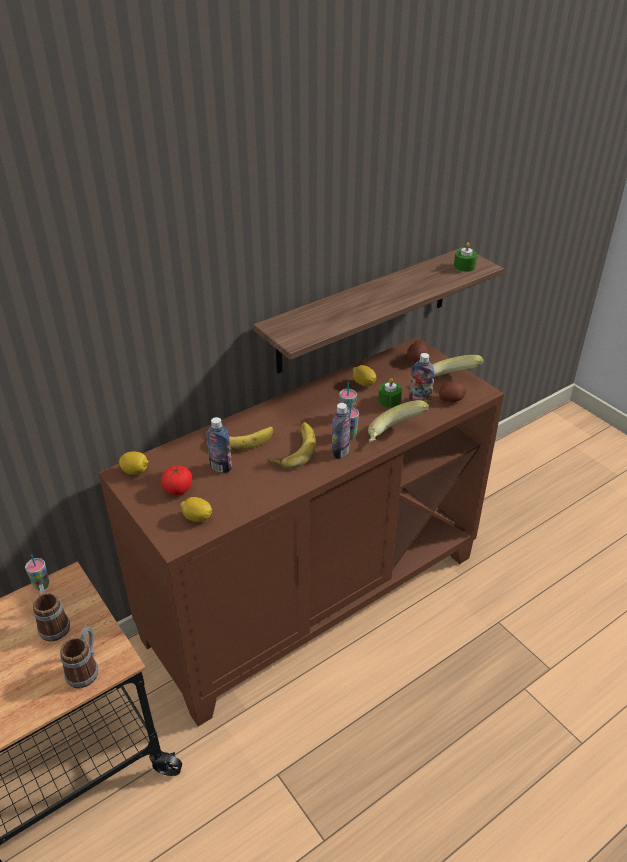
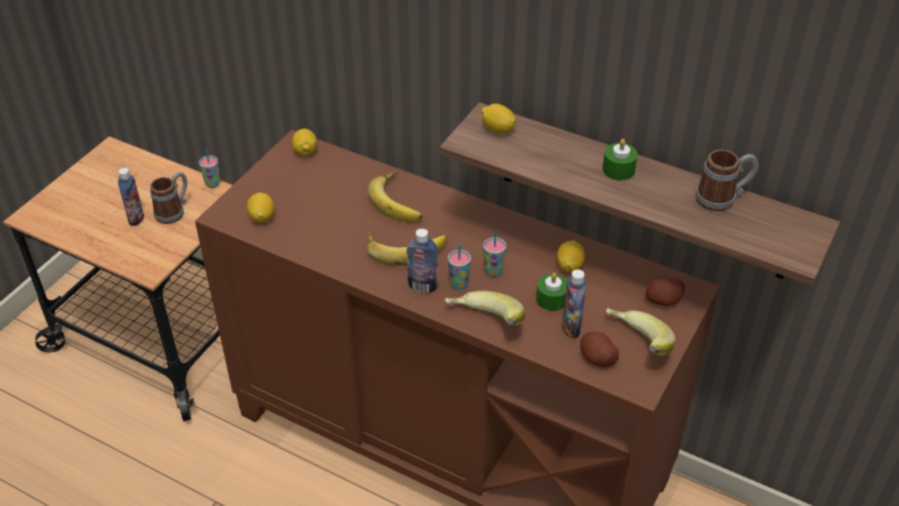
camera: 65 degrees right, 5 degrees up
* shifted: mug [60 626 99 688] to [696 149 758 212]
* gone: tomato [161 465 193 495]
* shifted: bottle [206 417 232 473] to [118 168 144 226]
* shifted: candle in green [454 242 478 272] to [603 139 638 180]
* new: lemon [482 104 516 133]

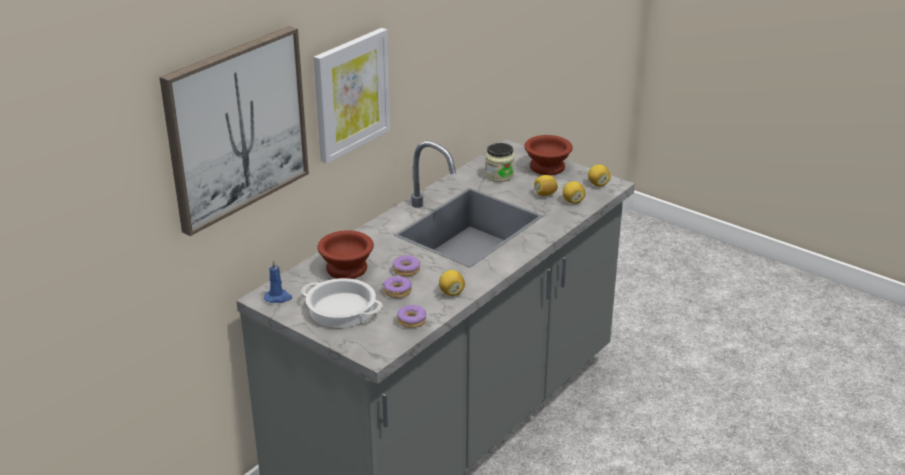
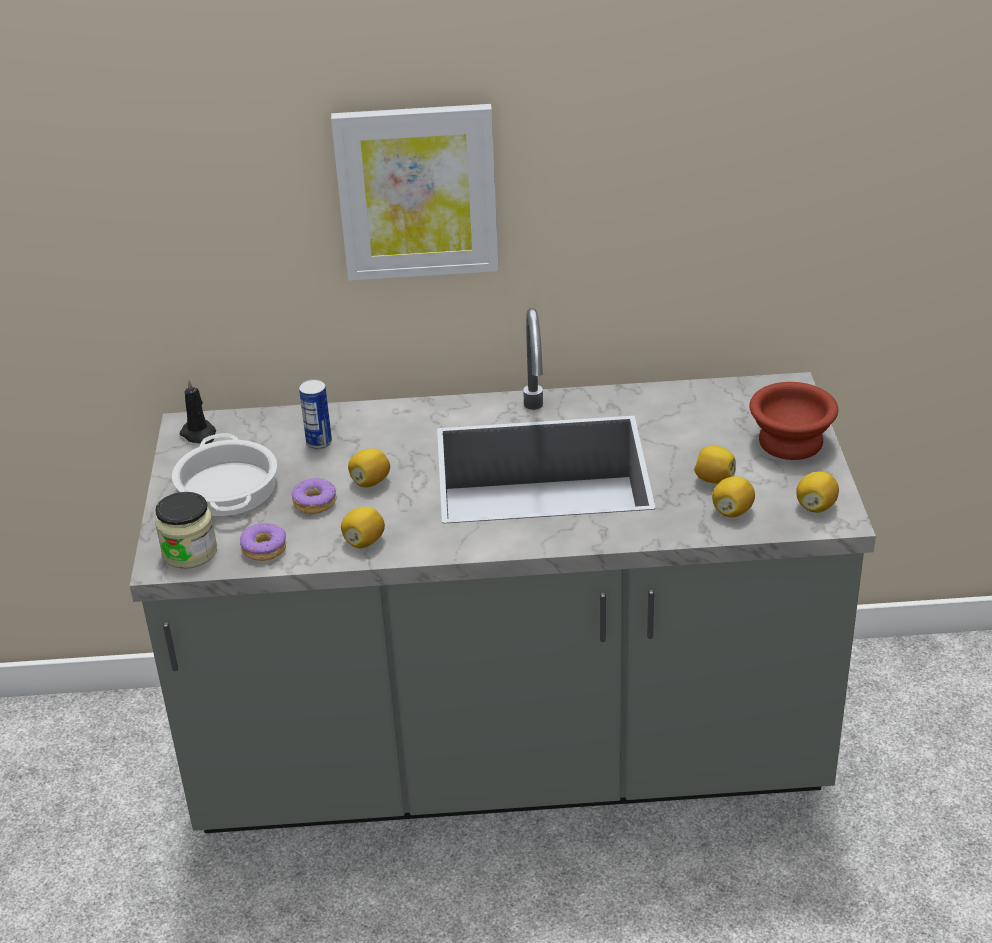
camera: 50 degrees right, 5 degrees up
* gone: picture [159 26 309 236]
* repainted: candle in blue [264 259 293 303] to candle in black [179 379 216 444]
* swapped: bowl in brown [317 230 374 279] to can [299 379 332 449]
* swapped: donut [393 255 420 276] to lemon [348 448 390 488]
* shifted: jar [485 143 515 182] to [155 492 217 569]

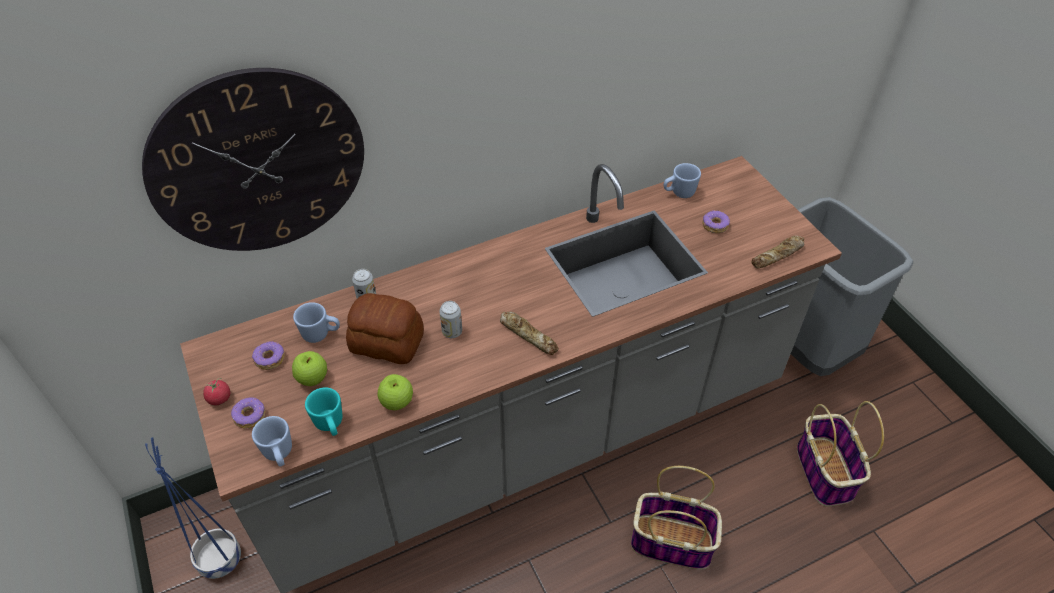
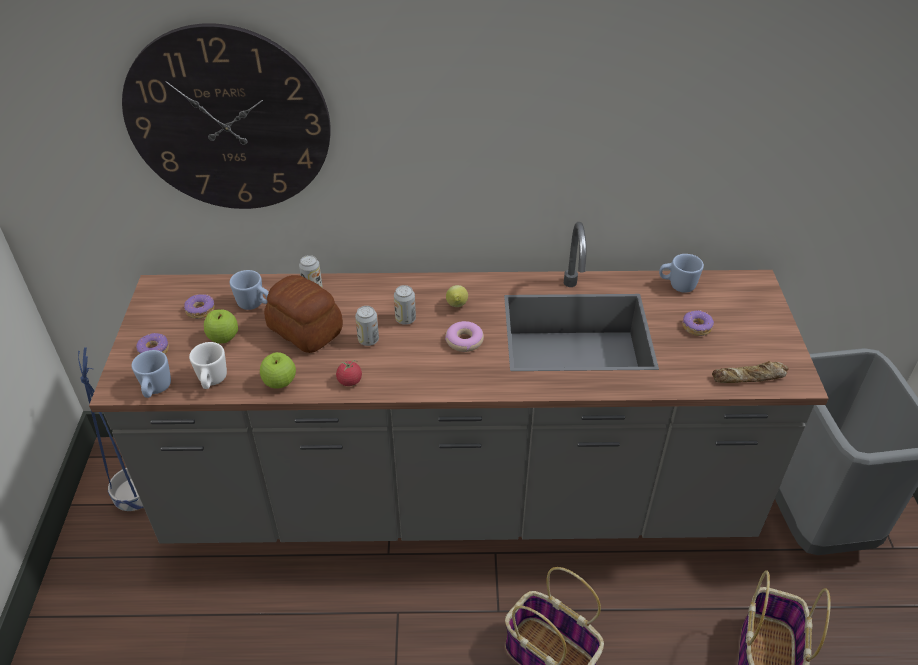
camera: 25 degrees right, 5 degrees down
* shifted: tomato [203 378 230 405] to [336 360 362 386]
* repainted: mug in turquoise [305 387 342 436] to mug in white [189 342 227 389]
* gone: bread [500 311 559 355]
* new: can [394 285 416 325]
* new: donut [445 321 484 352]
* new: lemon [446 285 468 307]

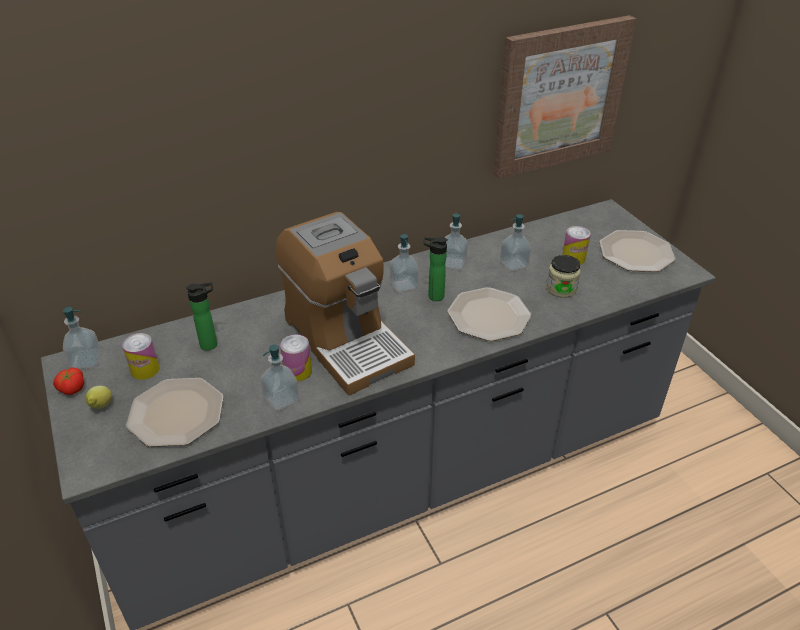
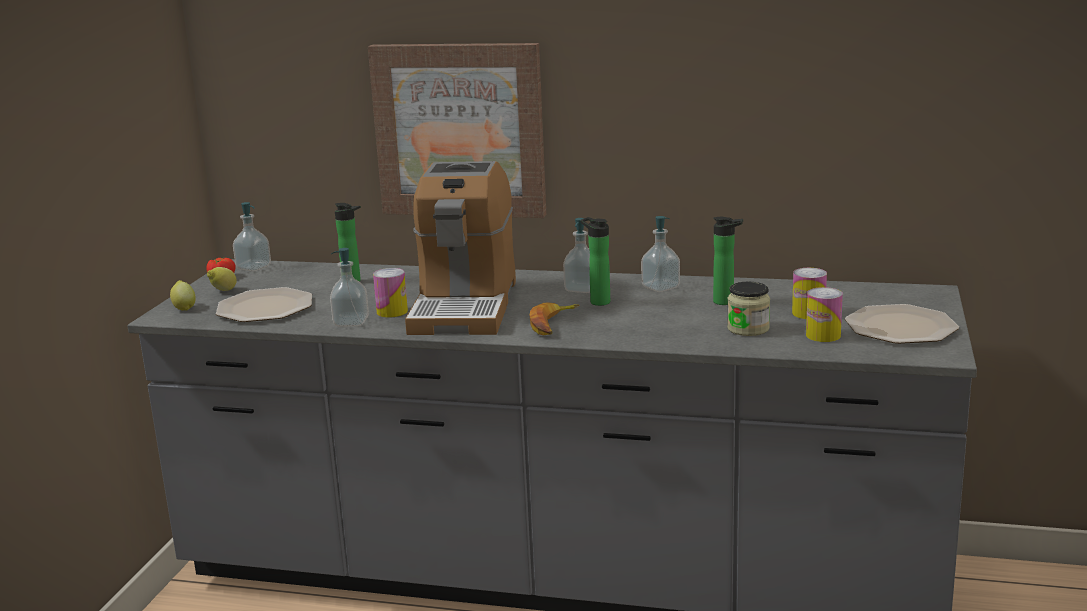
camera: 40 degrees right, 20 degrees down
* shifted: can [122 333 160 380] to [806 287 843 342]
* gone: plate [448 287 531 341]
* shifted: picture [493 15 636 179] to [368 43 546 218]
* swapped: soap dispenser [500 214 531 271] to bottle [713 217 743 305]
* new: lemon [170 280 196 310]
* new: banana [530 303 580 335]

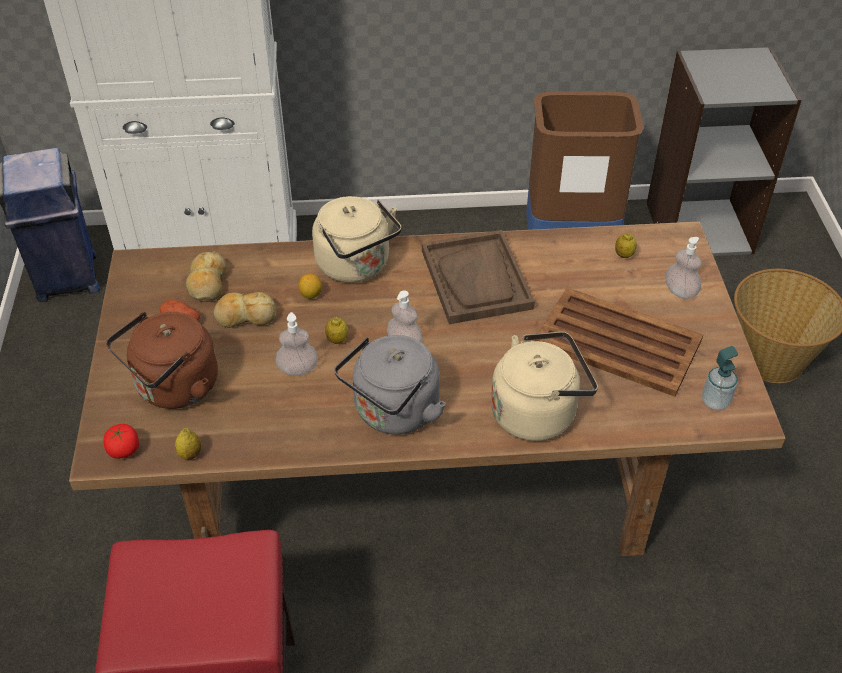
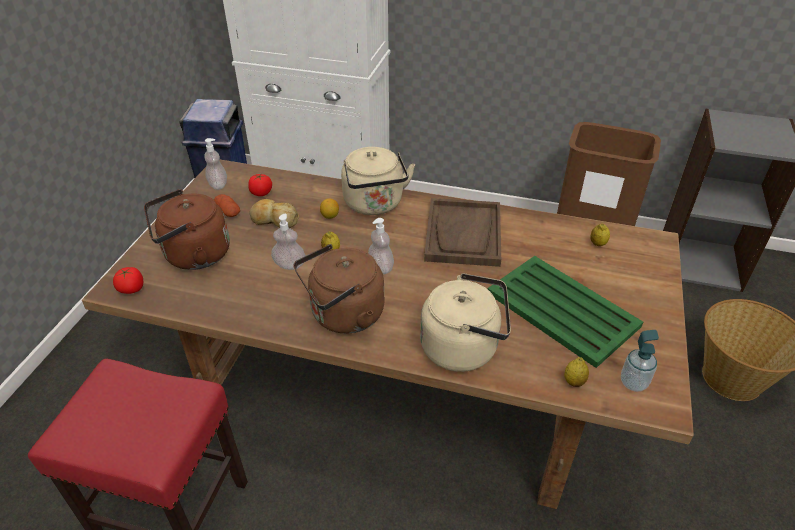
camera: 20 degrees right, 5 degrees down
* shifted: lemon [175 428 201 460] to [564 357 589 387]
* swapped: bread [186 251 227 302] to tomato [248 173 272 196]
* repainted: kettle in grey [334 335 446 434] to kettle in brown [293 244 384 334]
* repainted: tray in brown [534 288 703 397] to tray in green [488 256 643 368]
* shifted: soap dispenser [665 237 701 299] to [204 138 227 190]

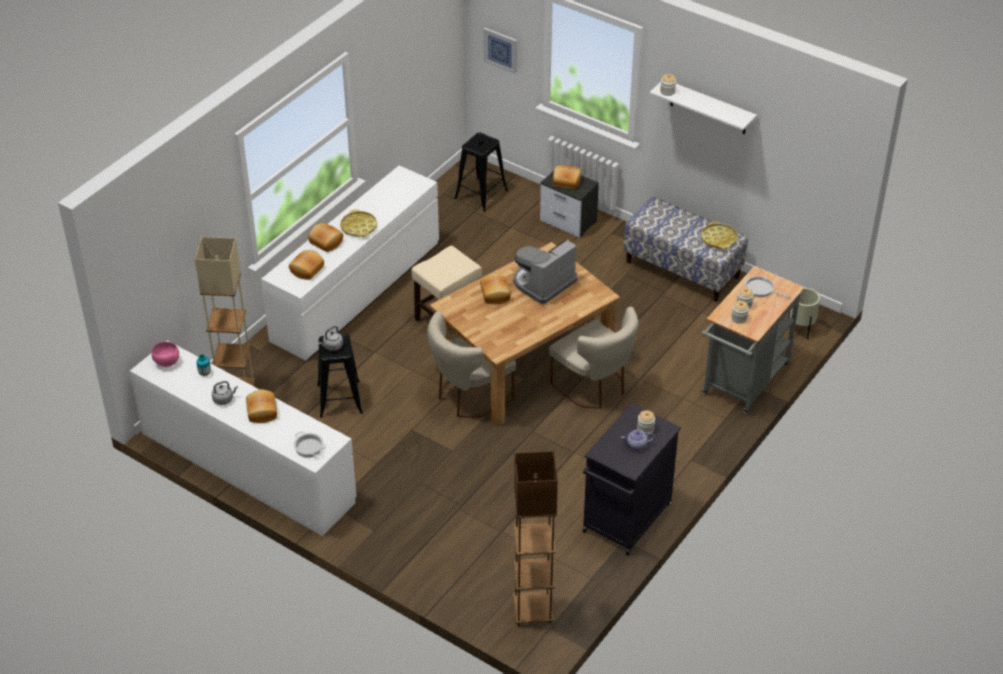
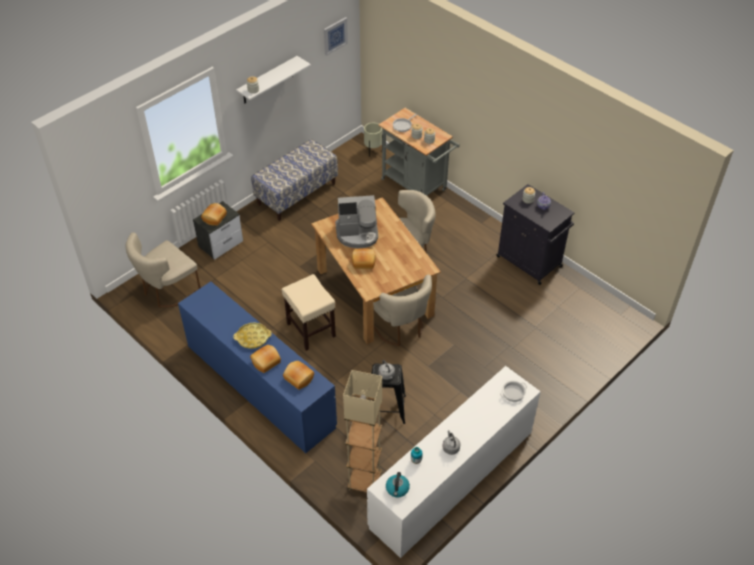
camera: 80 degrees left, 5 degrees up
* swapped: bowl in pink [151 342 179 367] to kettle [386 472 410 497]
* gone: bread [246 389 277 423]
* repainted: dresser in white [261 165 439 360] to dresser in blue [178 282 337 453]
* swapped: stool in black [454 132 508 212] to chair in beige [125 232 201 307]
* shifted: picture [483 28 517 74] to [324 17 348 56]
* rotated: coffee machine [513 239 577 304] = [335 195 378 248] 60 degrees counterclockwise
* gone: floor lamp in brown [513 451 558 626]
* gone: tray in yellow [701 221 738 249]

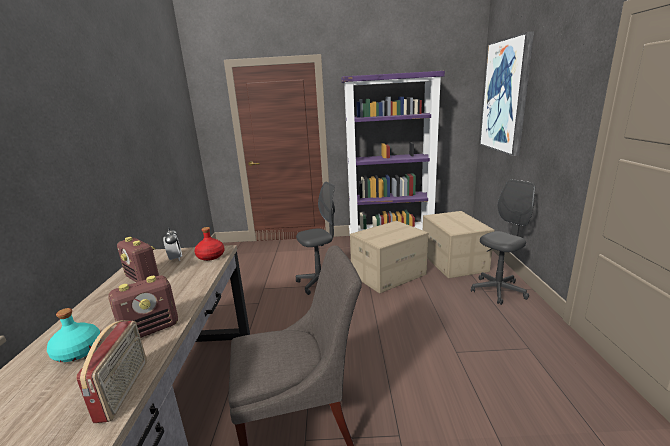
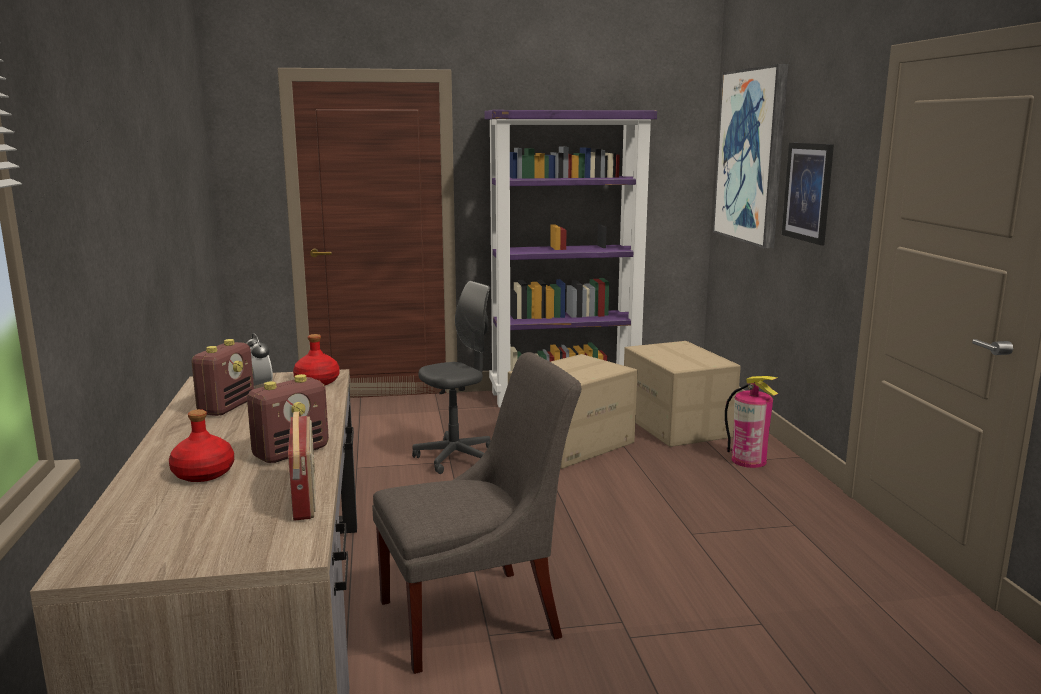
camera: 10 degrees left, 5 degrees down
* repainted: bottle in turquoise [47 308 100 362] to bottle in red [169 409 234 482]
* rotated: radio [117 237 159 282] = [191 339 254 416] 105 degrees counterclockwise
* swapped: office chair in grey [471 179 535 305] to fire extinguisher [725 376 778 468]
* new: picture [782 143 834 245]

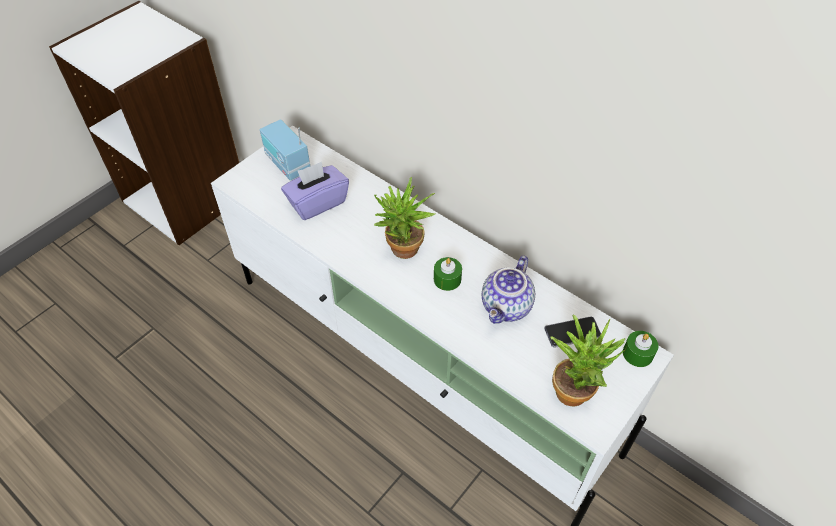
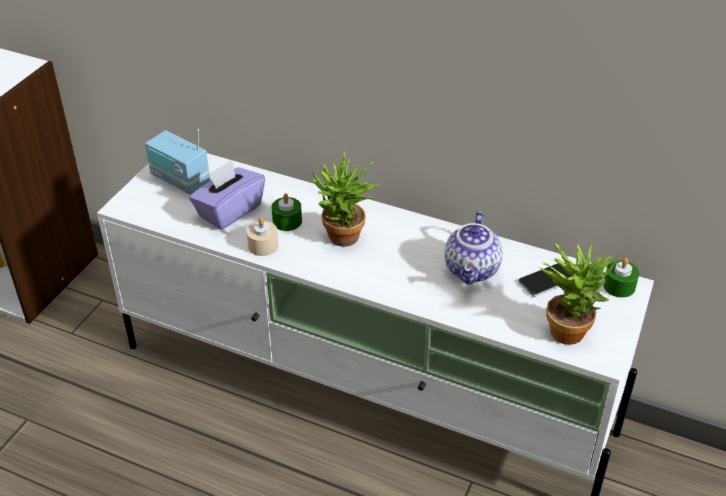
camera: 15 degrees left, 10 degrees down
* shifted: candle in green [434 257 462 291] to [272 193 302 231]
* new: candle in beige [247 218 278 256]

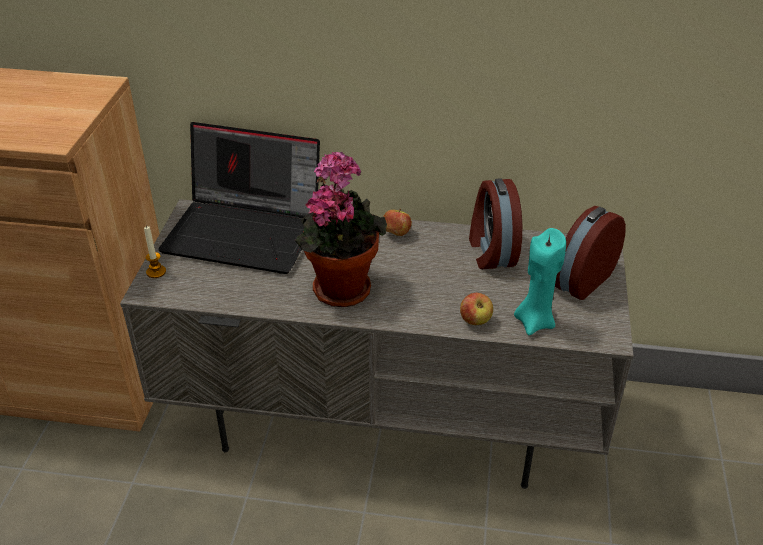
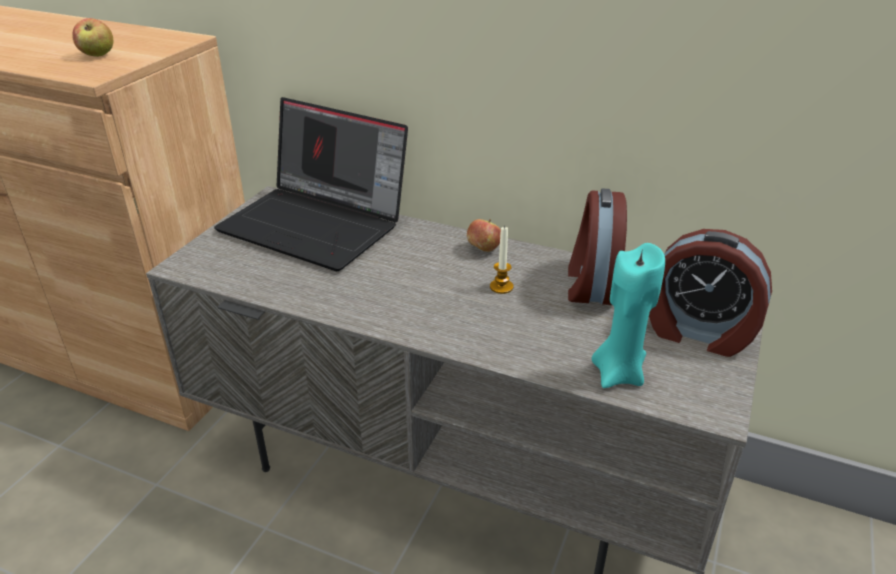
camera: 15 degrees right, 5 degrees down
* shifted: candle [144 226 166 278] to [490 226 513 294]
* gone: potted plant [295 152 387 307]
* shifted: apple [460 293 493 325] to [72 18 113 57]
* rotated: alarm clock [555 206 626 300] = [649 229 772 357] 120 degrees counterclockwise

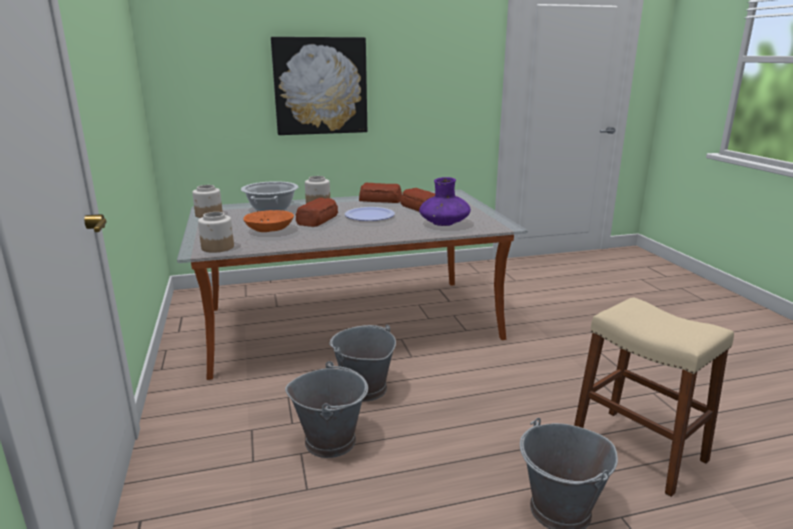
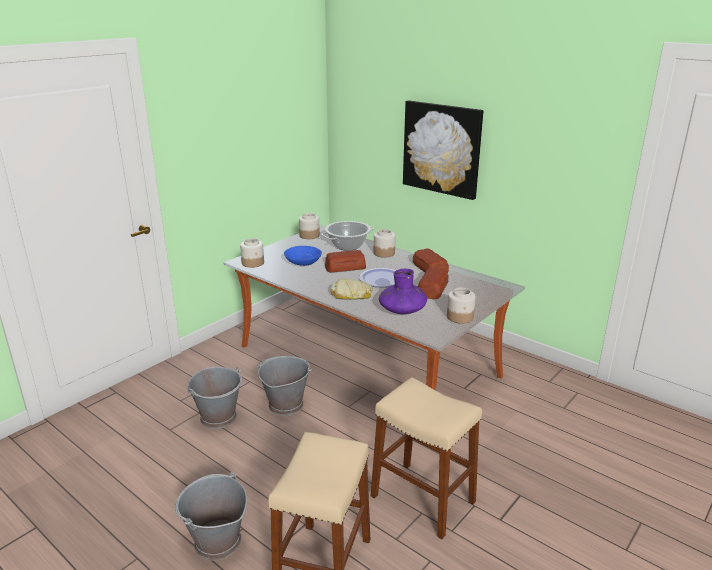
camera: 55 degrees right, 5 degrees up
* repainted: bowl in orange [243 210 294 232] to bowl in blue [284 246 322 266]
* new: bread [331 278 373 299]
* new: stool in beige [371 377 482 539]
* new: jar [447 287 476 323]

